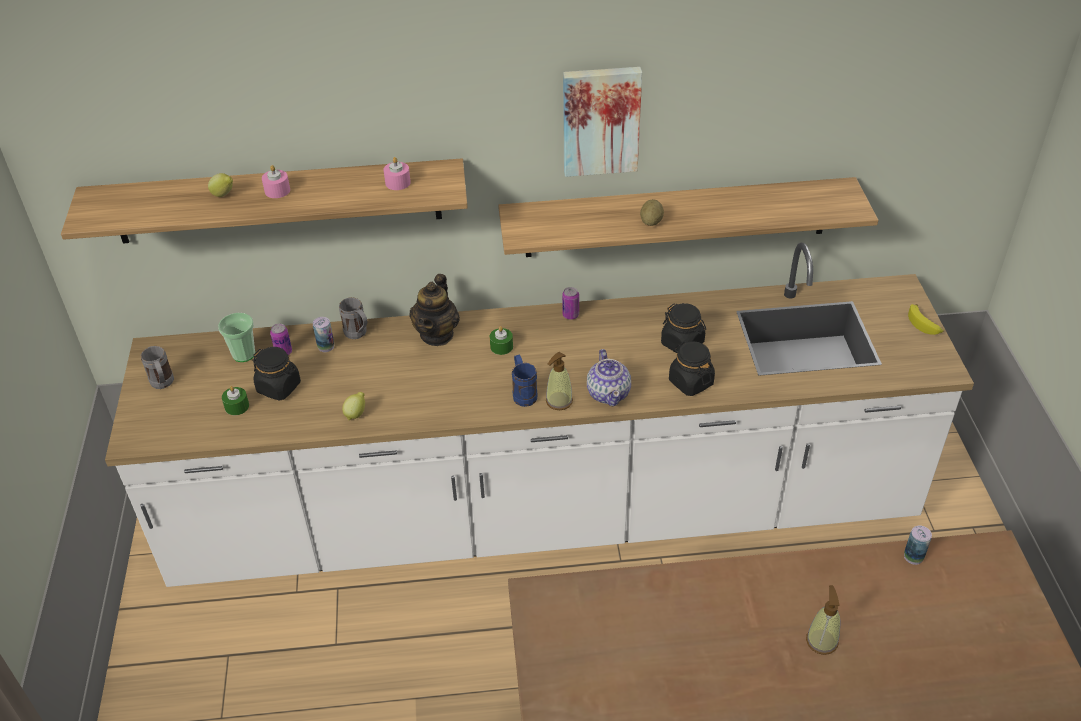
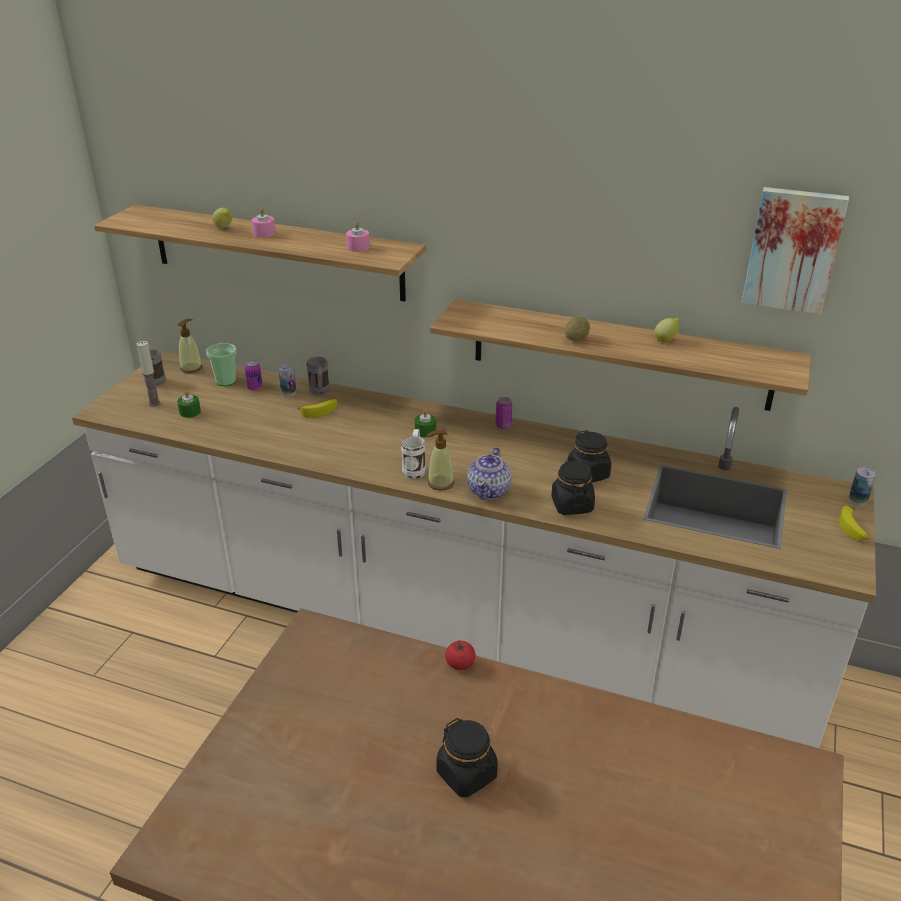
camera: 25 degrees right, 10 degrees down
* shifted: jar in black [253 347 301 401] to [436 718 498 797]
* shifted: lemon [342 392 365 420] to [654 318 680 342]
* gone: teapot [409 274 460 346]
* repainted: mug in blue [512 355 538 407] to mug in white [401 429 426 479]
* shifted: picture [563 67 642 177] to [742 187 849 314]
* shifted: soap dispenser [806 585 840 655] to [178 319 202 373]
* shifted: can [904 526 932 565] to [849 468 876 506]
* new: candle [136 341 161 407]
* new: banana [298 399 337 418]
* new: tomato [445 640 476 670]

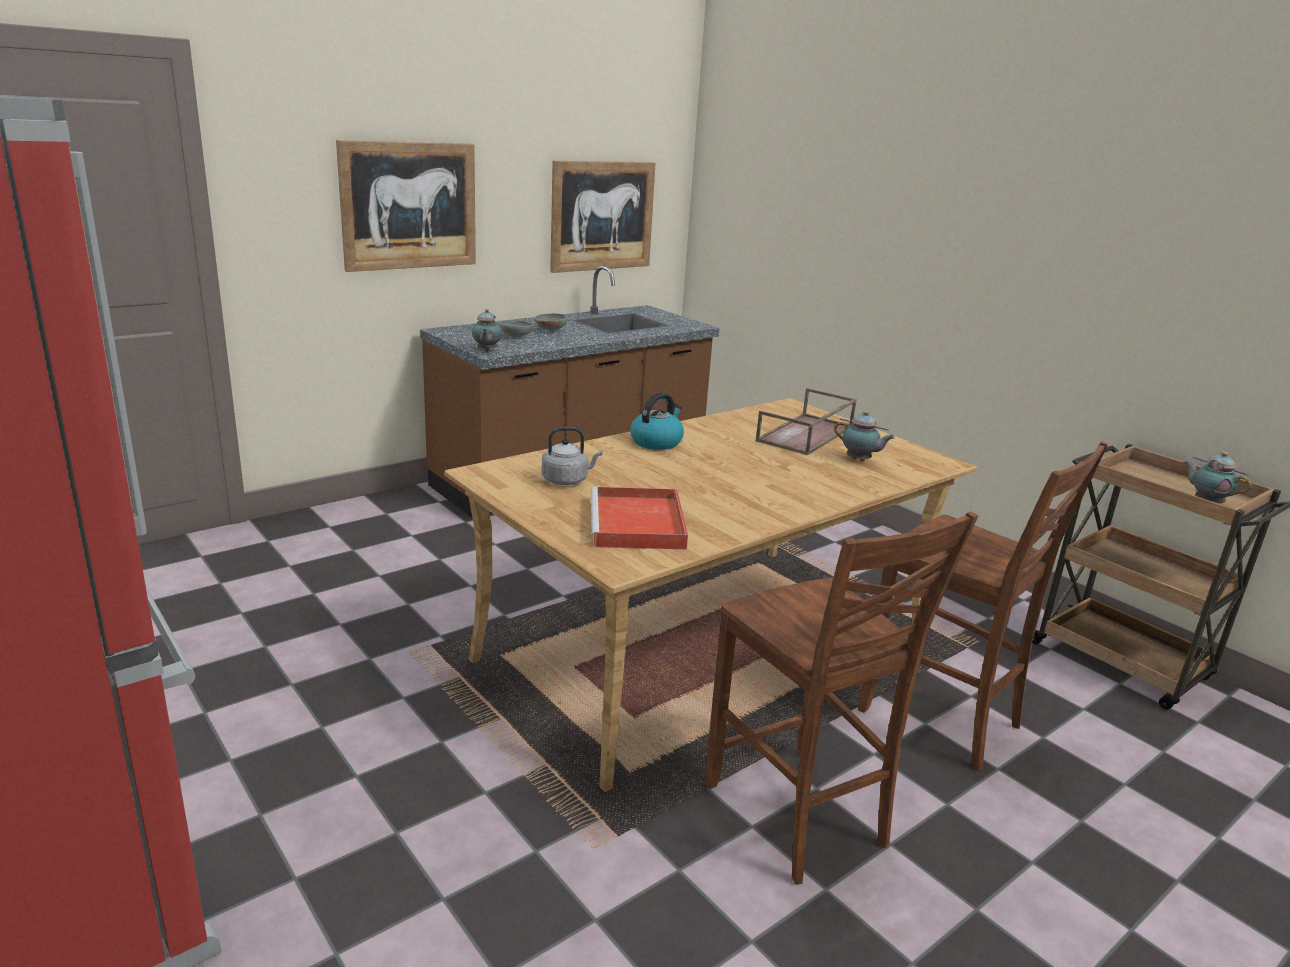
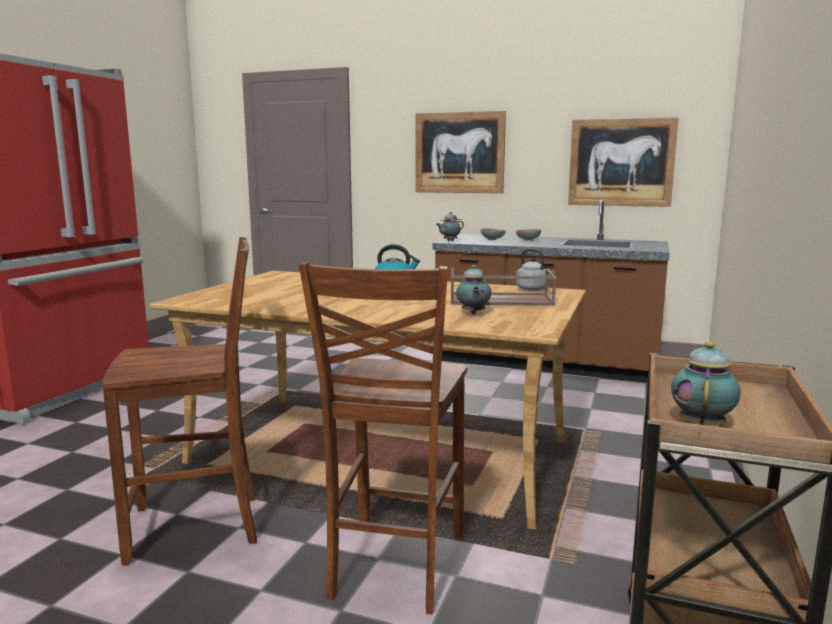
camera: 60 degrees right, 10 degrees down
* shifted: kettle in grey [542 427 603 485] to [516 248 555 291]
* gone: tray in red [591 487 688 549]
* rotated: chair in brown [705 512 978 885] = [102 237 257 565] 135 degrees counterclockwise

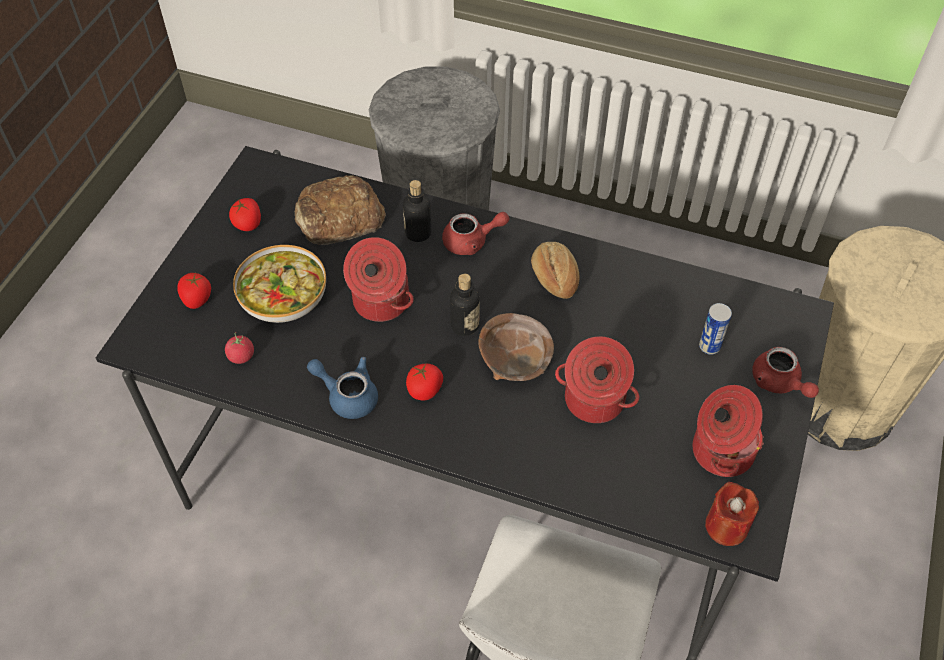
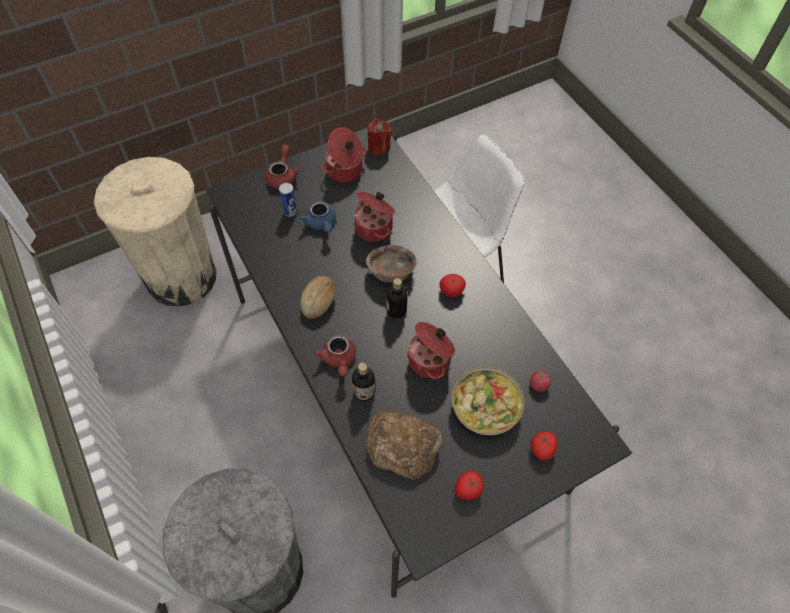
camera: 140 degrees left, 5 degrees up
* shifted: teapot in blue [307 357 378 419] to [299 201 336 233]
* rotated: teapot in red [442 212 509 255] = [314 335 356 377] 135 degrees counterclockwise

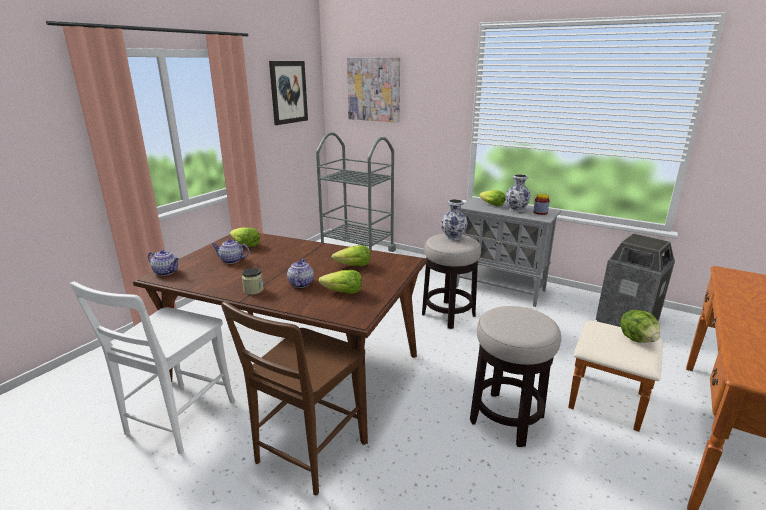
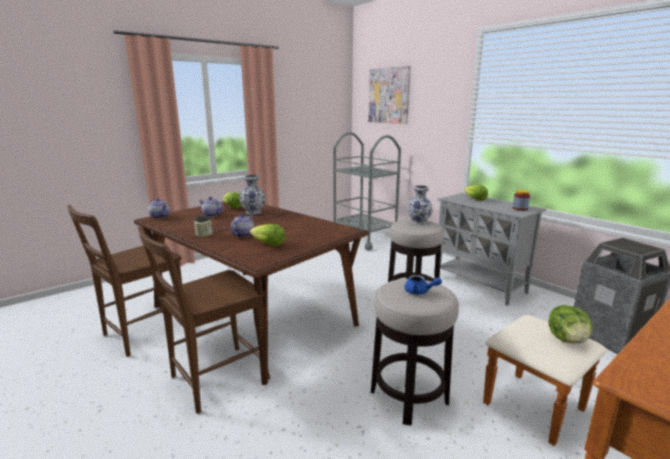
camera: 20 degrees right, 5 degrees down
* repainted: chair in white [70 282 235 454] to chair in brown [67 205 182 357]
* gone: picture [269 61 308 125]
* gone: lettuce [332 245 370 266]
* shifted: vase [505 174 531 212] to [239 175 266 215]
* new: teapot in blue [404 275 442 295]

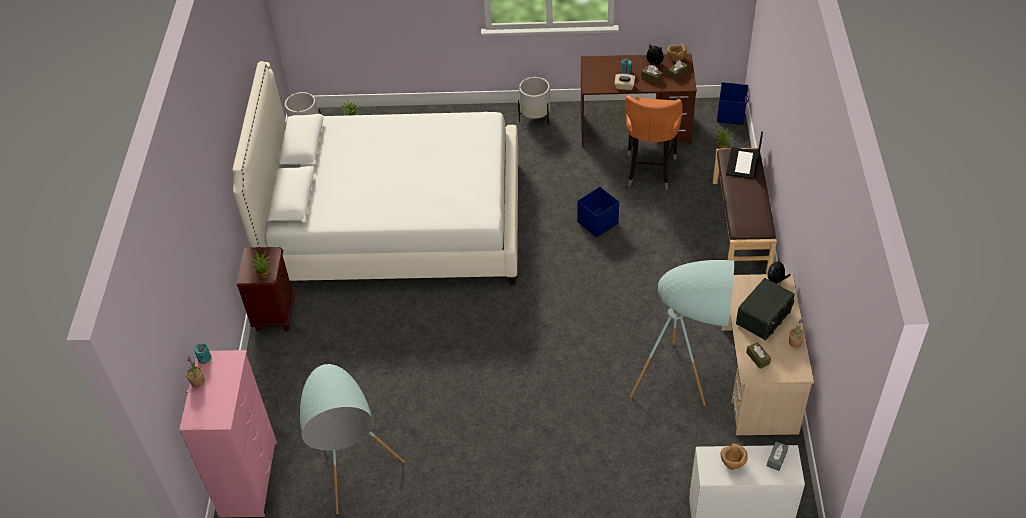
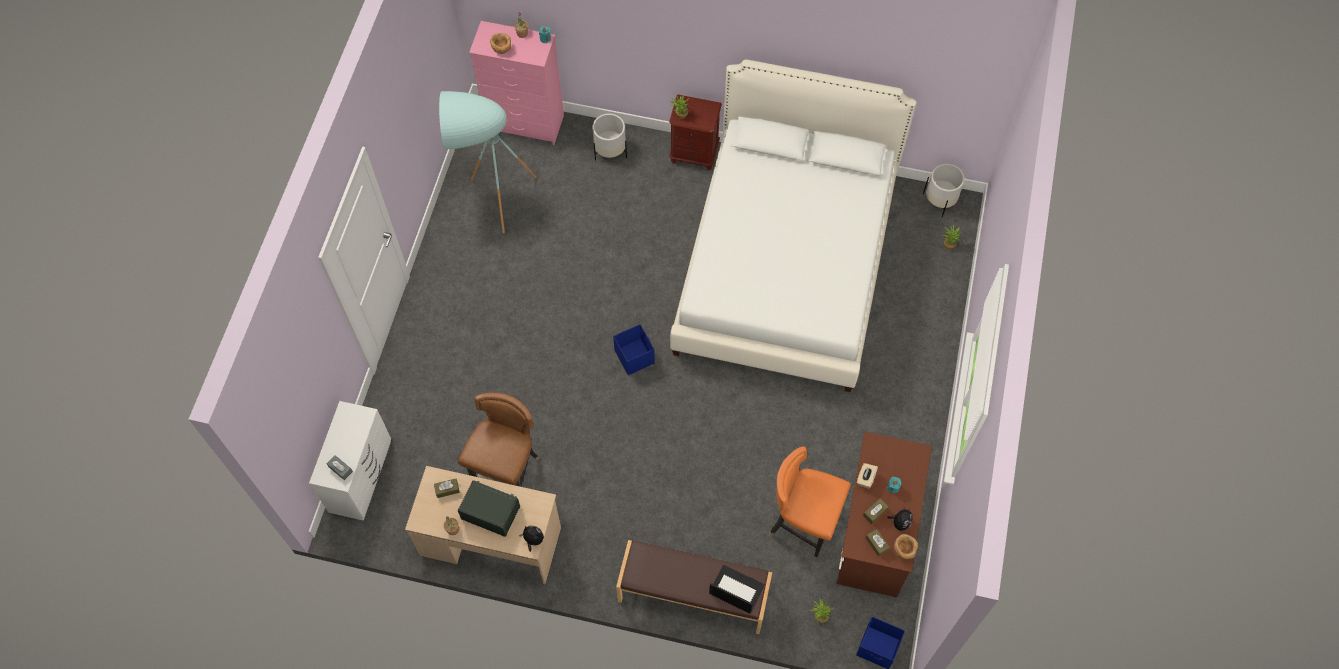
camera: 100 degrees right, 15 degrees up
* shifted: planter in white [518 77 550 125] to [592 113 627 161]
* shifted: storage box in blue [578 187 619 238] to [613 324 655 375]
* swapped: floor lamp in turquoise [630 260 734 406] to chair in brown [458 392 540 487]
* shifted: bowl in brown [720 444 748 470] to [490 33 511 54]
* rotated: radio [736 278 795 340] = [458 480 520 537] 150 degrees clockwise

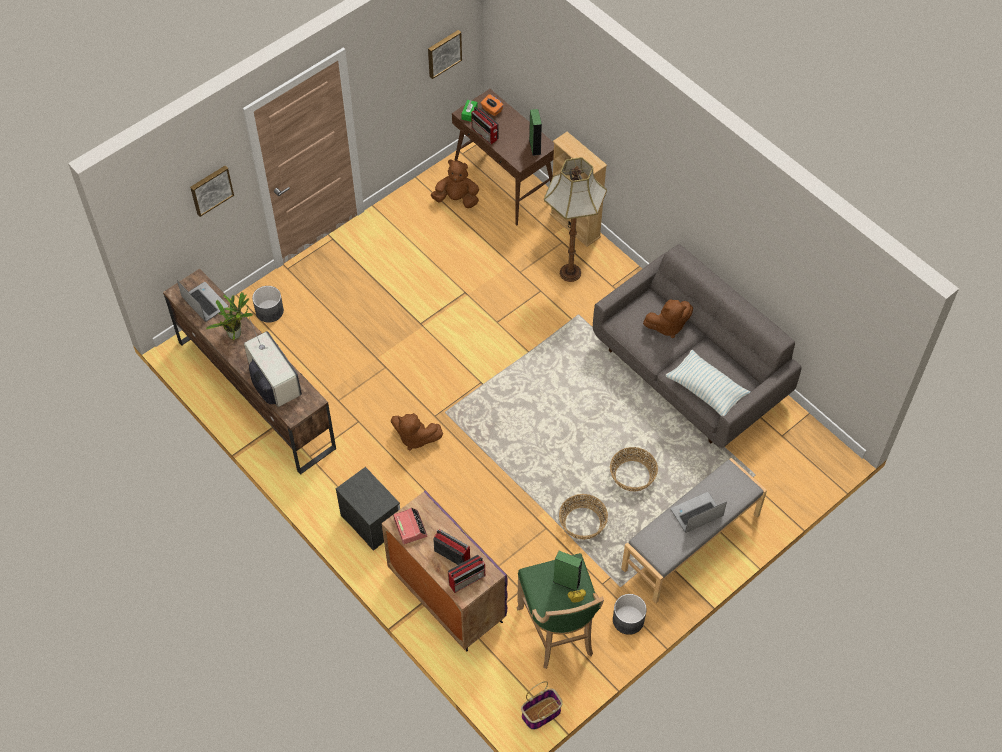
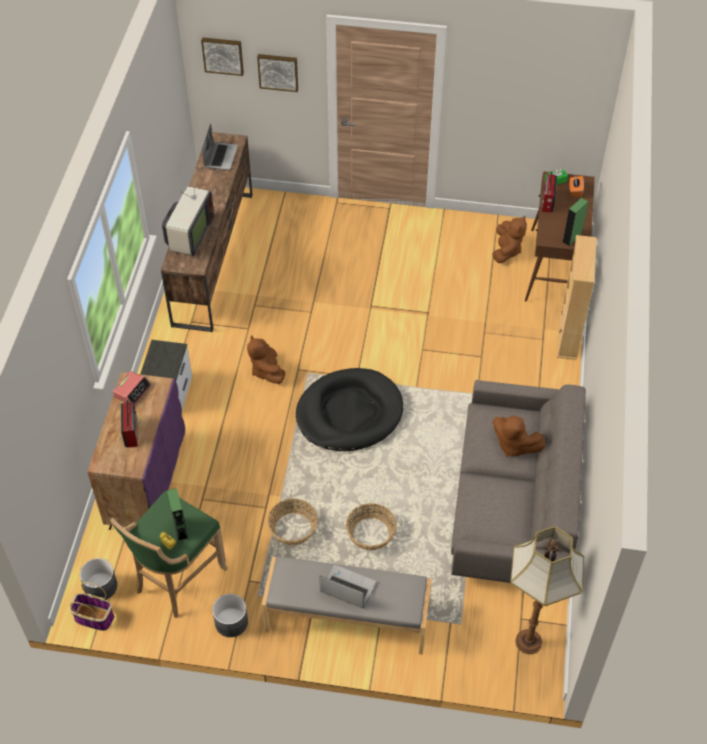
camera: 50 degrees right, 5 degrees down
* gone: potted plant [206 292 253 341]
* shifted: planter in grey [252 286 284 323] to [80 558 117 600]
* shifted: picture [428 30 462 79] to [201 37 244 76]
* rotated: plush toy in brown [431 159 479 208] = [492 216 527 263] 45 degrees clockwise
* gone: radio [448 555 485 593]
* shifted: floor lamp [544 157 607 282] to [510 526 584 654]
* gone: pillow [665 350 750 416]
* new: dog bed in black [296 368 403 451]

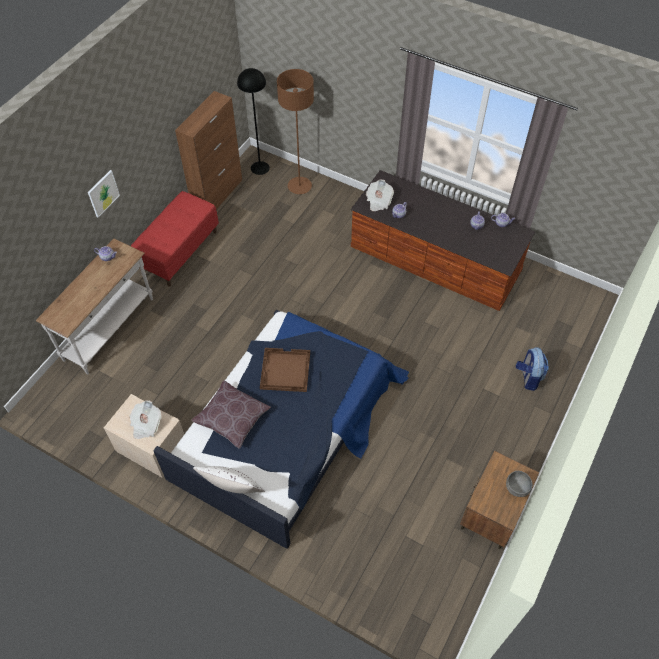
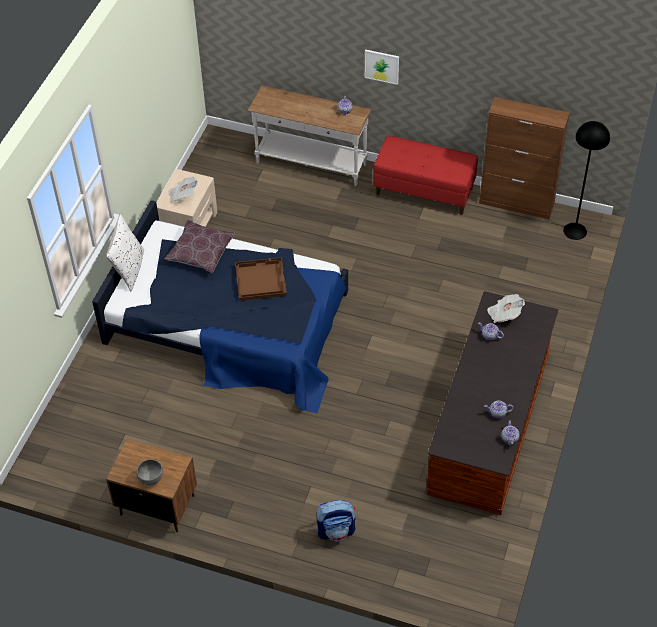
camera: 80 degrees right, 5 degrees down
* gone: floor lamp in brown [277 69 314 194]

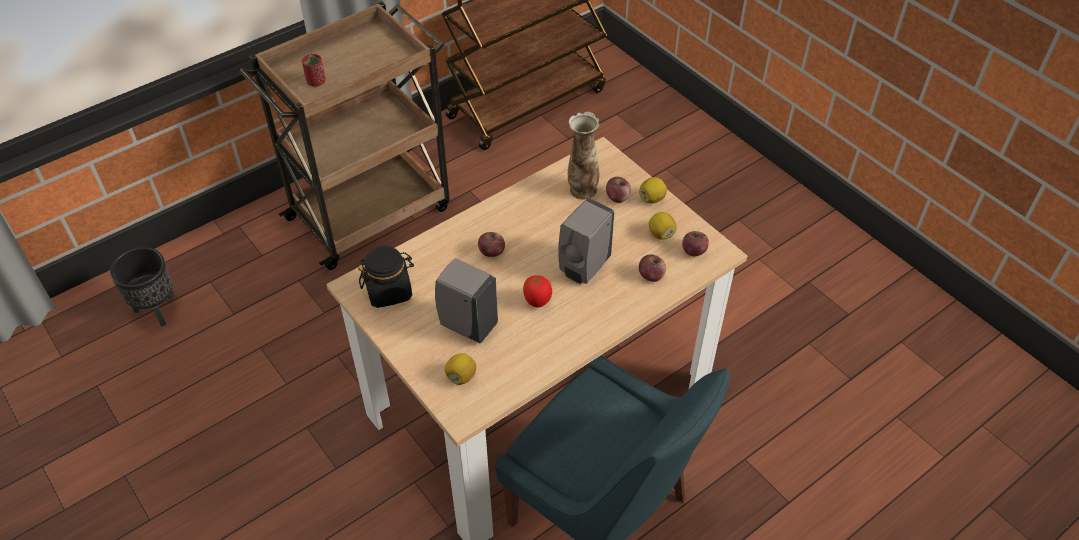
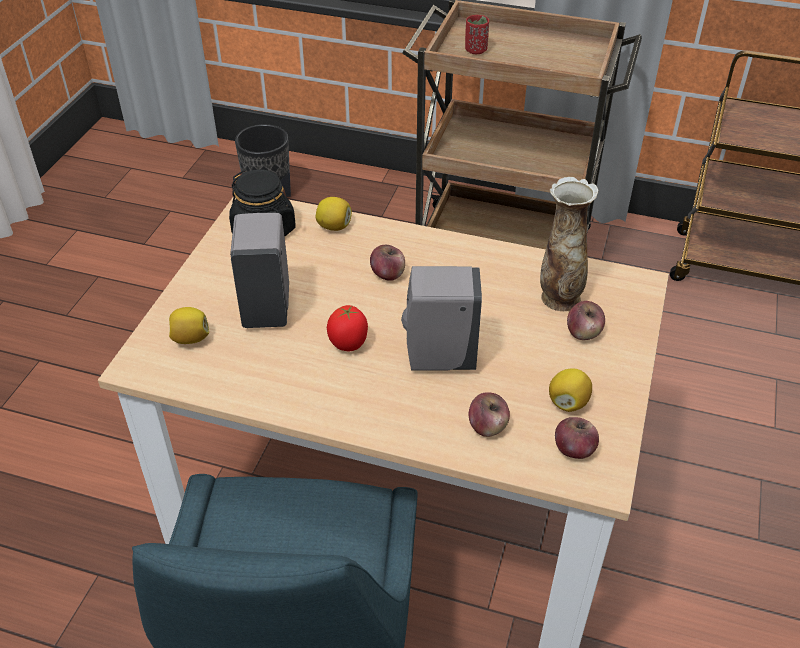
camera: 55 degrees right, 5 degrees down
* shifted: lemon [639 177 667 204] to [316 197 352 231]

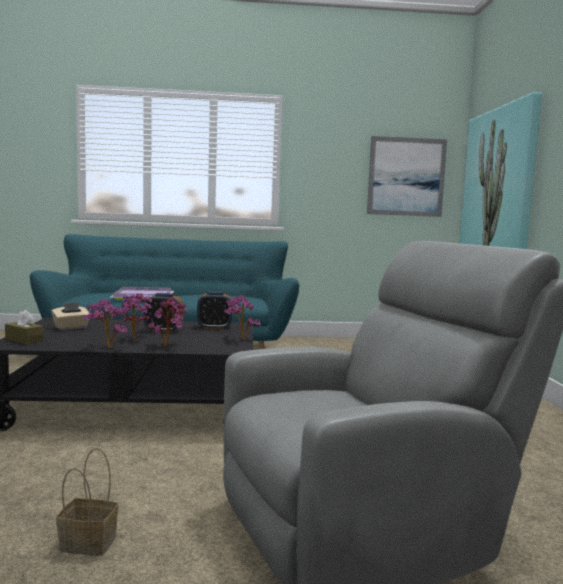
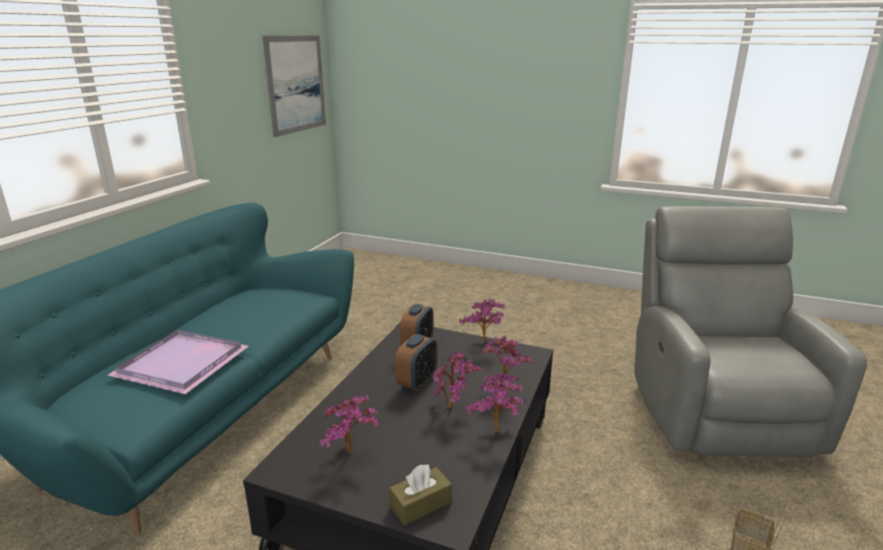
camera: 65 degrees left, 15 degrees up
* swapped: tissue box in beige [51 302 89 330] to potted plant [319 395 379 453]
* gone: picture [459 92 542 249]

